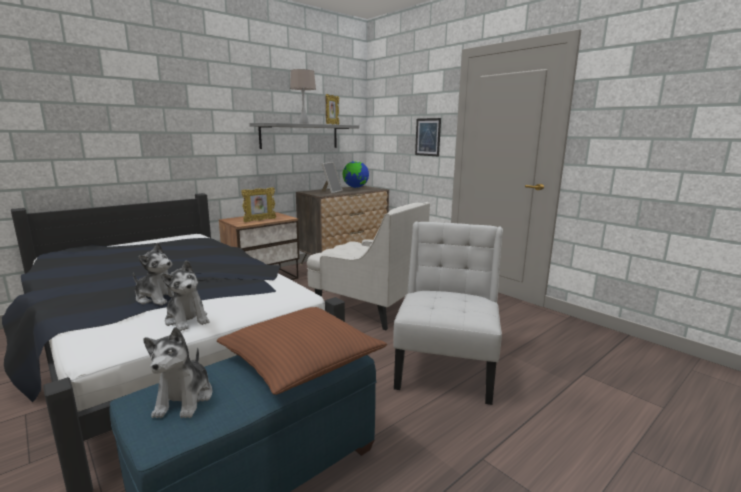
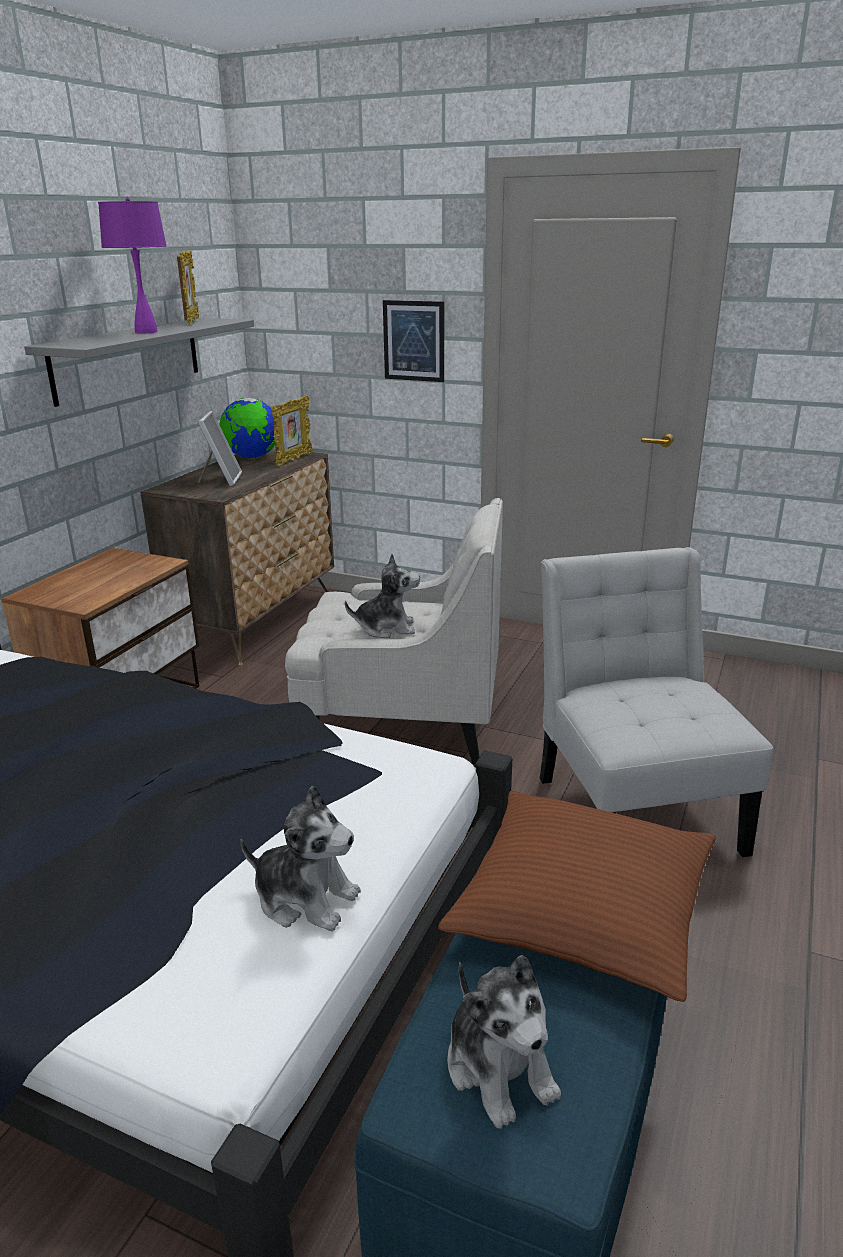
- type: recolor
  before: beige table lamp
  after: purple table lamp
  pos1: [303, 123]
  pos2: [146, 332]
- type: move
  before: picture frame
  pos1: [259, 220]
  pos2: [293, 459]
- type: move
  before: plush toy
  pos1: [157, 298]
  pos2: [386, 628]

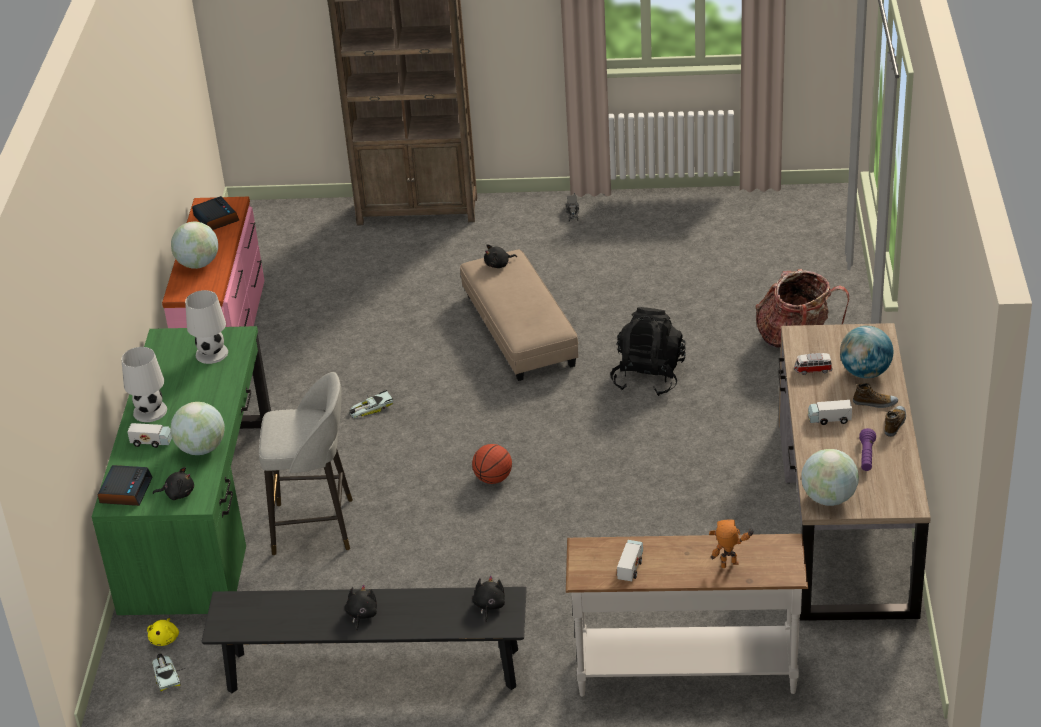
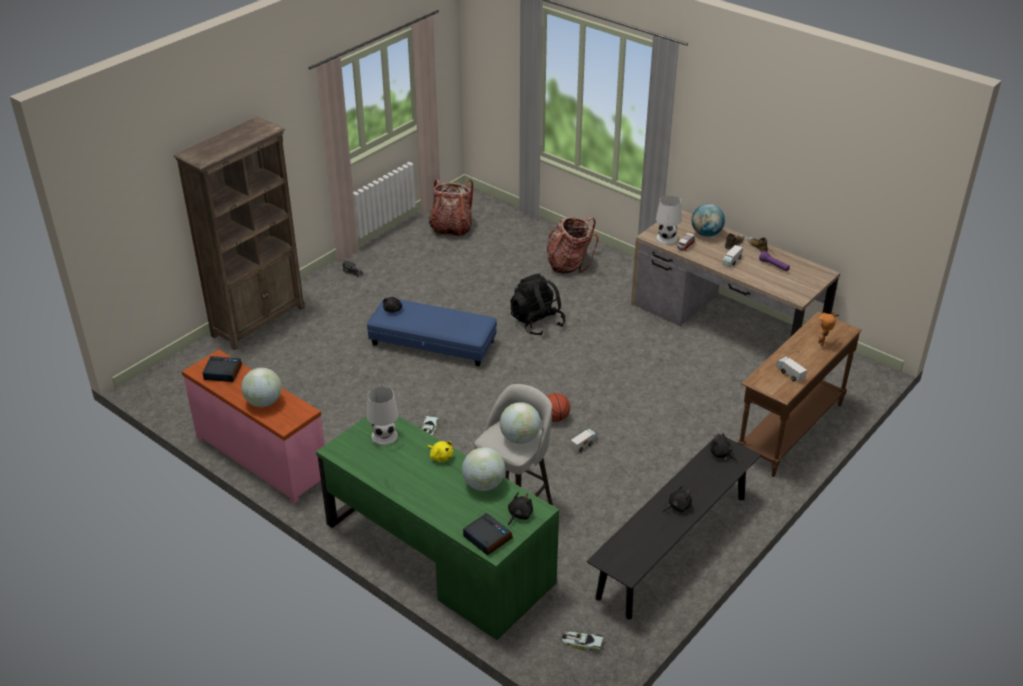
- type: recolor
  before: beige ottoman
  after: blue ottoman
  pos1: [519, 330]
  pos2: [433, 343]
- type: move
  before: yellow plush toy
  pos1: [165, 639]
  pos2: [441, 456]
- type: insert
  after: backpack
  pos2: [451, 228]
- type: move
  before: globe
  pos1: [829, 498]
  pos2: [520, 438]
- type: move
  before: toy truck
  pos1: [152, 442]
  pos2: [583, 444]
- type: move
  before: white table lamp
  pos1: [150, 411]
  pos2: [666, 238]
- type: rotate
  before: black plush toy
  pos1: [361, 615]
  pos2: [678, 507]
  turn: 105
- type: recolor
  before: white console table
  after: brown console table
  pos1: [686, 669]
  pos2: [789, 430]

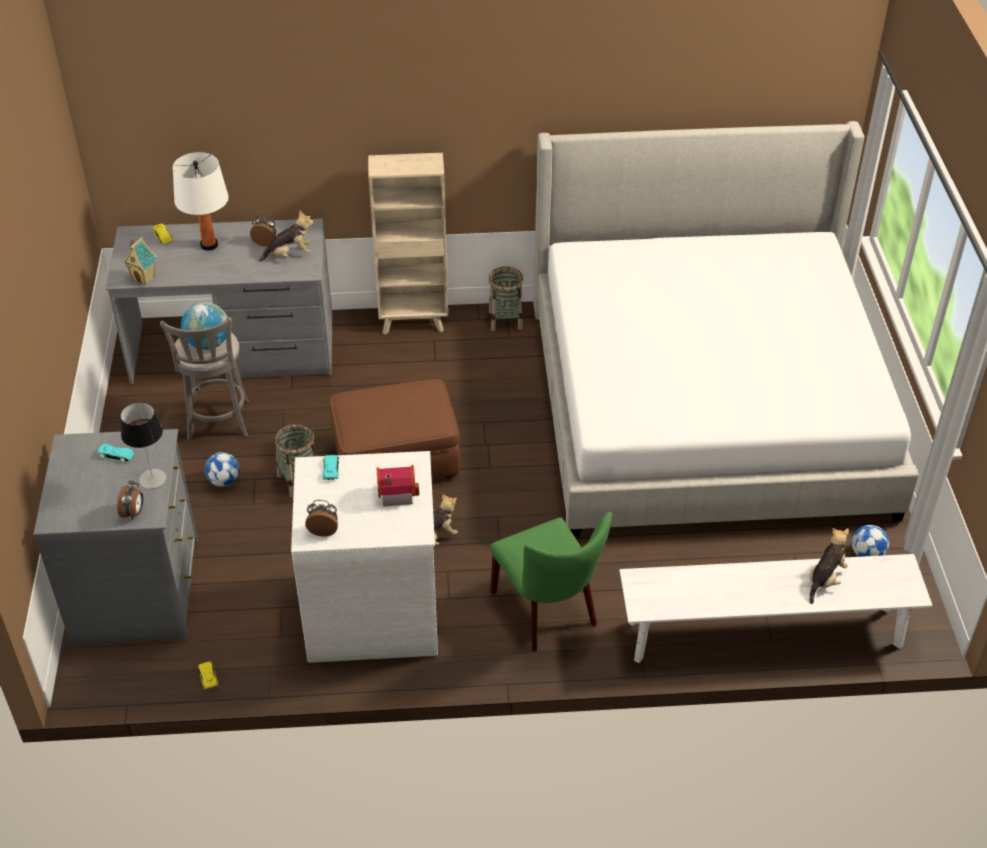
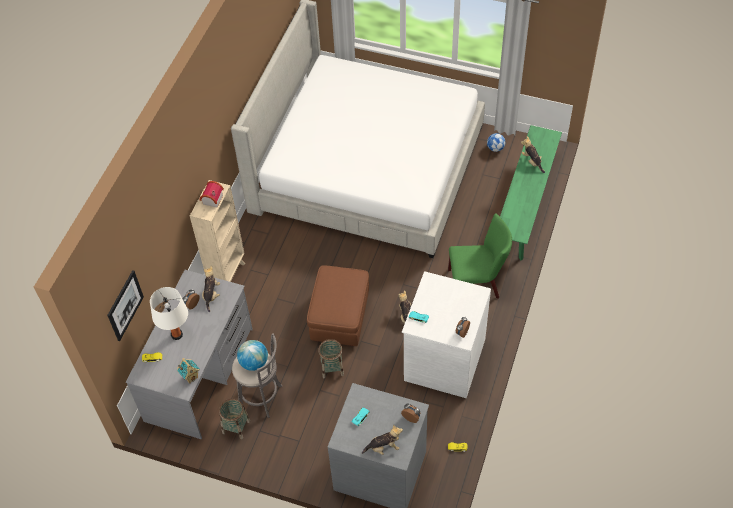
- type: insert
  after: picture
  pos2: [125, 305]
- type: move
  before: toy house
  pos1: [395, 492]
  pos2: [211, 200]
- type: move
  before: basket
  pos1: [505, 320]
  pos2: [236, 427]
- type: insert
  after: plush toy
  pos2: [384, 447]
- type: recolor
  before: white bench
  after: green bench
  pos1: [764, 634]
  pos2: [525, 205]
- type: delete
  before: table lamp
  pos1: [152, 479]
- type: delete
  before: football
  pos1: [224, 481]

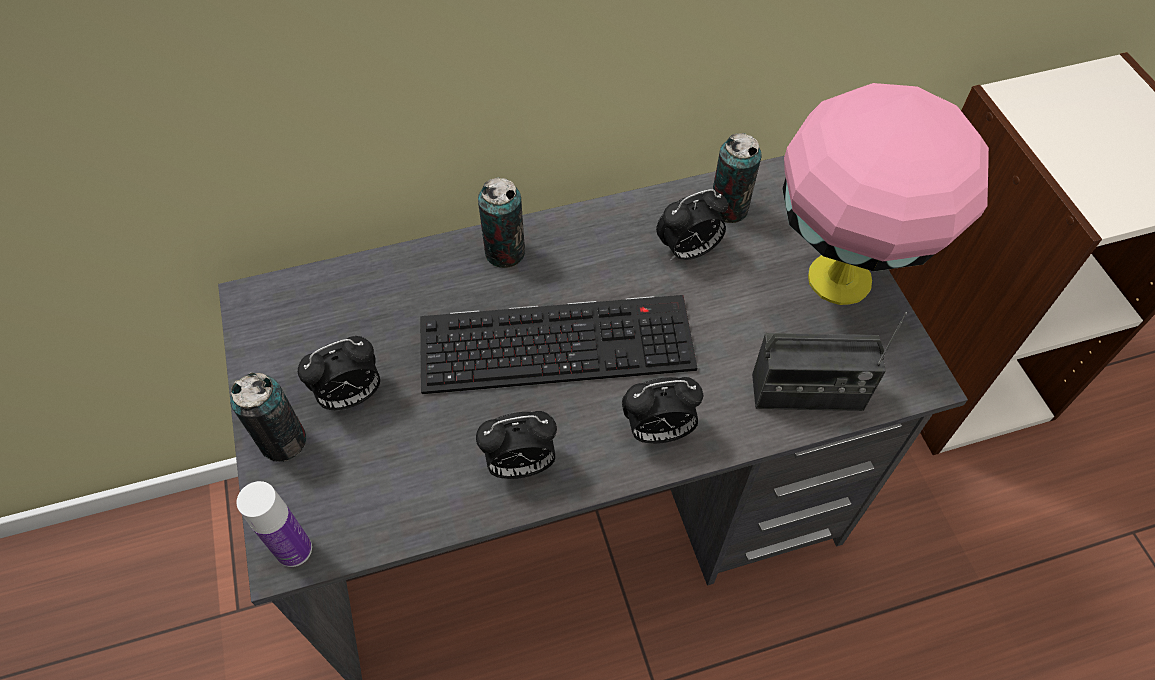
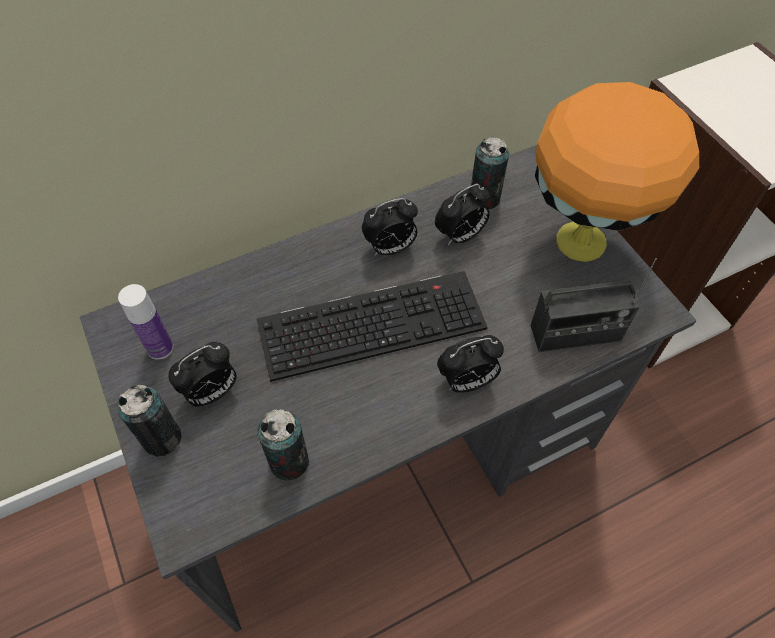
- type: move
  before: bottle
  pos1: [294, 550]
  pos2: [160, 348]
- type: move
  before: can
  pos1: [505, 252]
  pos2: [289, 462]
- type: move
  before: alarm clock
  pos1: [520, 465]
  pos2: [390, 248]
- type: recolor
  before: pink table lamp
  after: orange table lamp
  pos1: [840, 282]
  pos2: [582, 244]

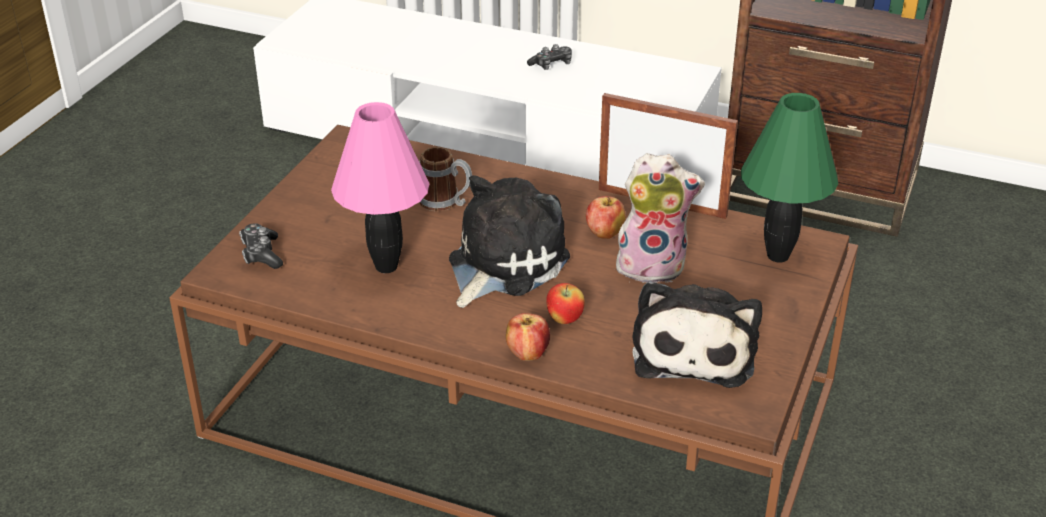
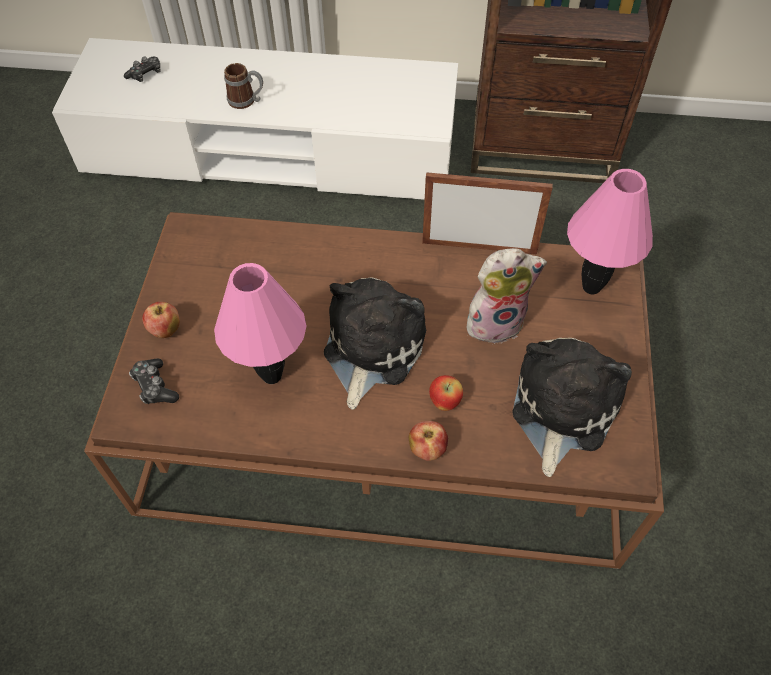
- type: move
  before: game controller
  pos1: [552, 64]
  pos2: [145, 74]
- type: move
  before: apple
  pos1: [604, 234]
  pos2: [165, 330]
- type: move
  before: mug
  pos1: [446, 203]
  pos2: [247, 101]
- type: rotate
  before: plush toy
  pos1: [694, 349]
  pos2: [561, 410]
  turn: -150
- type: recolor
  before: green table lamp
  after: pink table lamp
  pos1: [779, 256]
  pos2: [592, 287]

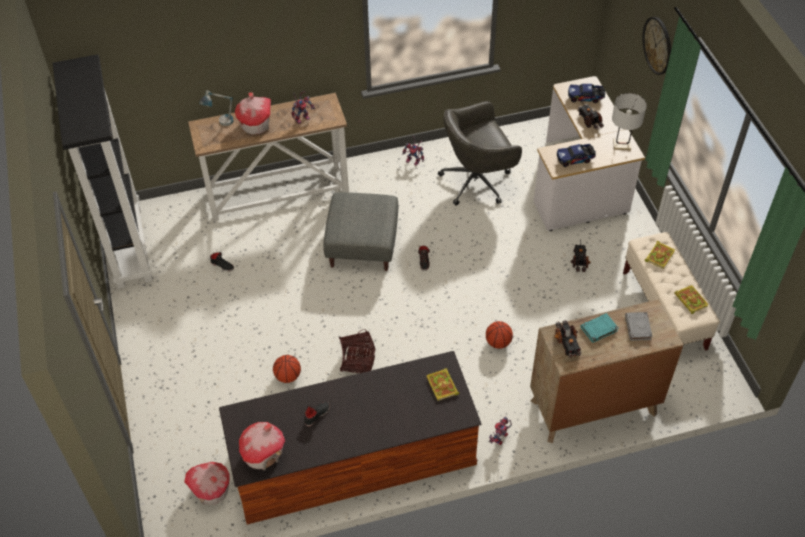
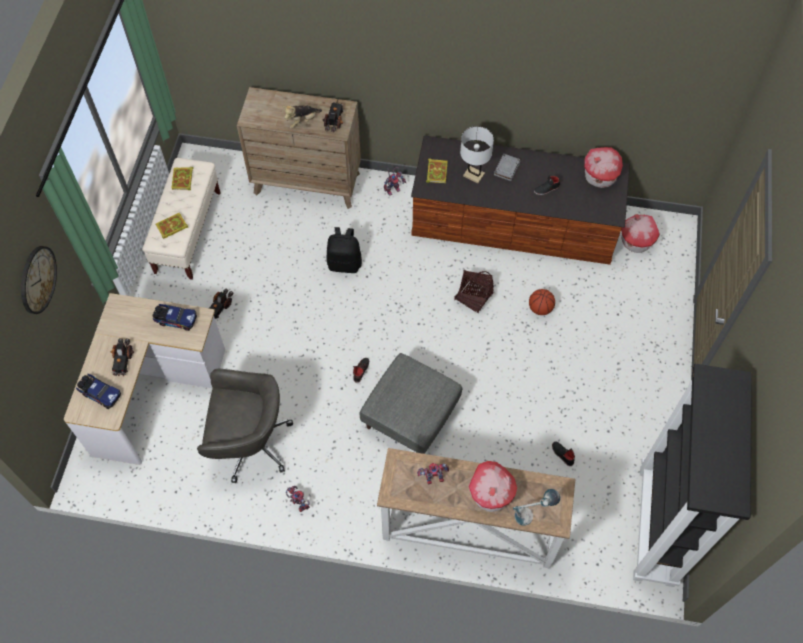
- type: replace
  before: turquoise book
  after: plush toy
  pos1: [598, 329]
  pos2: [302, 121]
- type: replace
  before: basketball
  after: black backpack
  pos1: [498, 342]
  pos2: [345, 263]
- type: move
  before: white table lamp
  pos1: [622, 145]
  pos2: [473, 175]
- type: move
  before: grey book
  pos1: [638, 328]
  pos2: [507, 168]

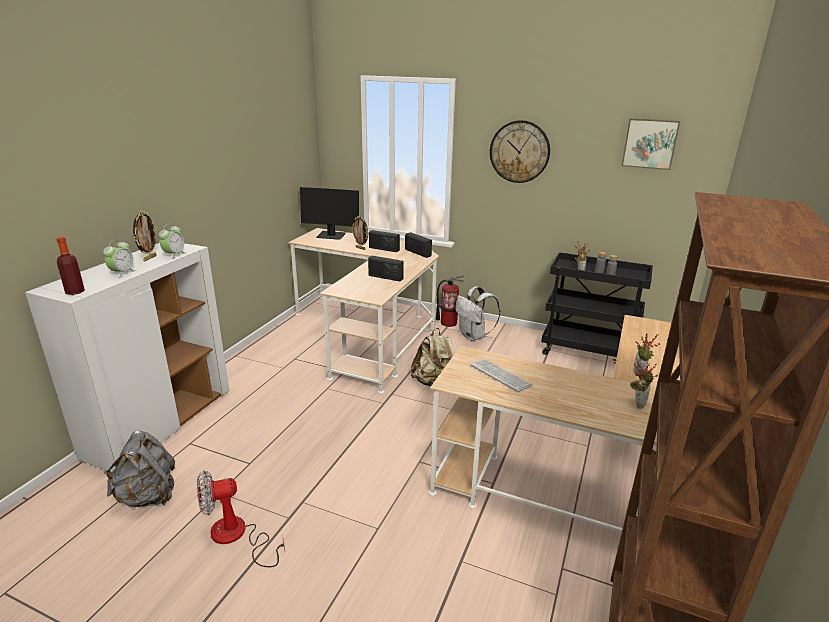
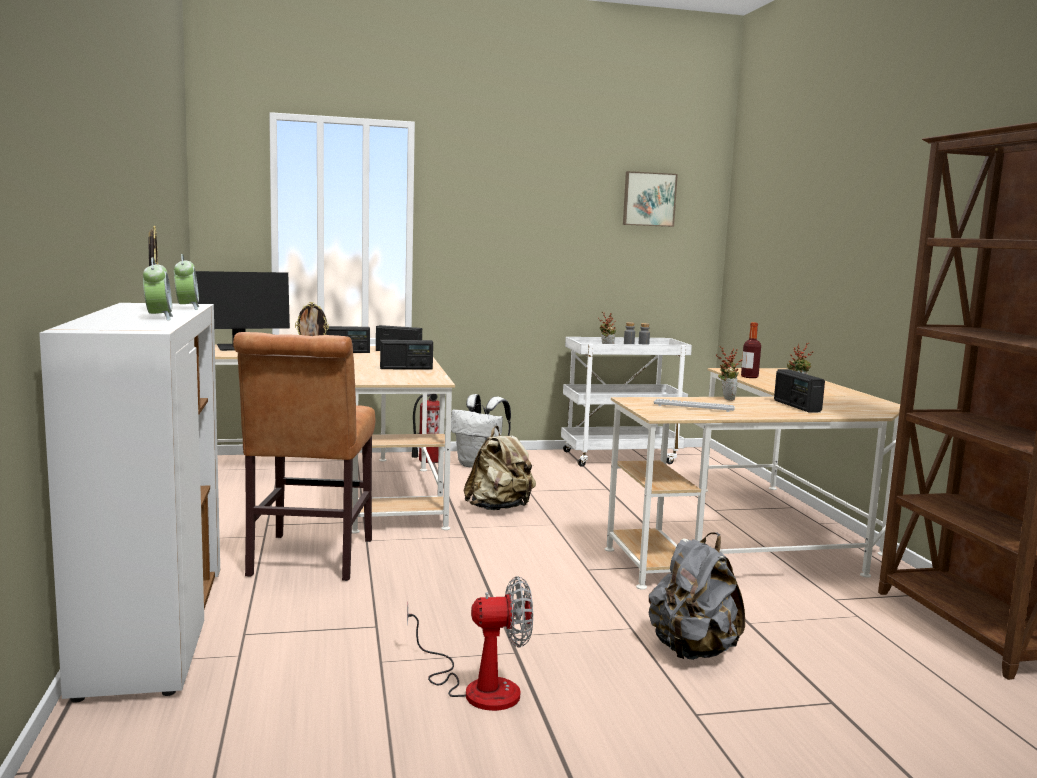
- type: insert
  after: brown chair
  pos2: [308, 560]
- type: rotate
  before: fan
  pos1: [237, 536]
  pos2: [477, 687]
  turn: -135
- type: recolor
  before: black cart
  after: white cart
  pos1: [588, 352]
  pos2: [620, 457]
- type: move
  before: grey backpack
  pos1: [148, 496]
  pos2: [692, 651]
- type: move
  before: potted plant
  pos1: [638, 403]
  pos2: [726, 398]
- type: move
  before: bottle
  pos1: [75, 292]
  pos2: [749, 377]
- type: insert
  after: radio
  pos2: [796, 406]
- type: delete
  before: wall clock
  pos1: [519, 151]

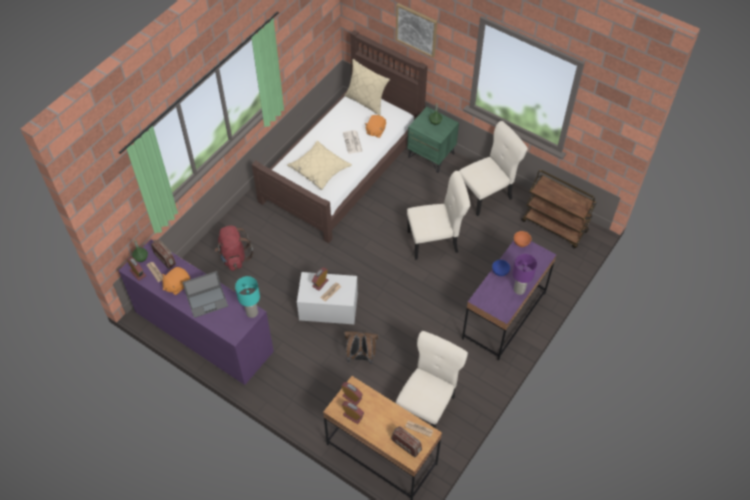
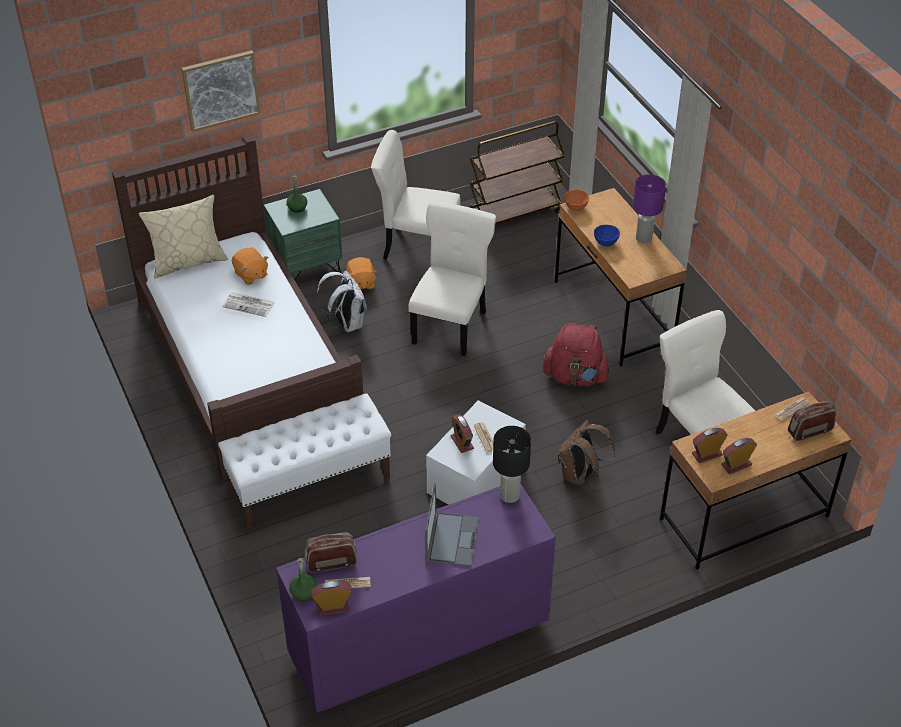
- type: insert
  after: white bench
  pos2: [310, 483]
- type: insert
  after: white backpack
  pos2: [346, 323]
- type: move
  before: orange plush toy
  pos1: [177, 285]
  pos2: [361, 283]
- type: rotate
  before: beige chair
  pos1: [487, 195]
  pos2: [417, 247]
  turn: -75
- type: recolor
  before: turquoise table lamp
  after: black table lamp
  pos1: [251, 313]
  pos2: [510, 496]
- type: move
  before: red backpack
  pos1: [234, 257]
  pos2: [575, 377]
- type: recolor
  before: purple desk
  after: brown desk
  pos1: [504, 316]
  pos2: [613, 314]
- type: delete
  before: beige pillow
  pos1: [319, 169]

